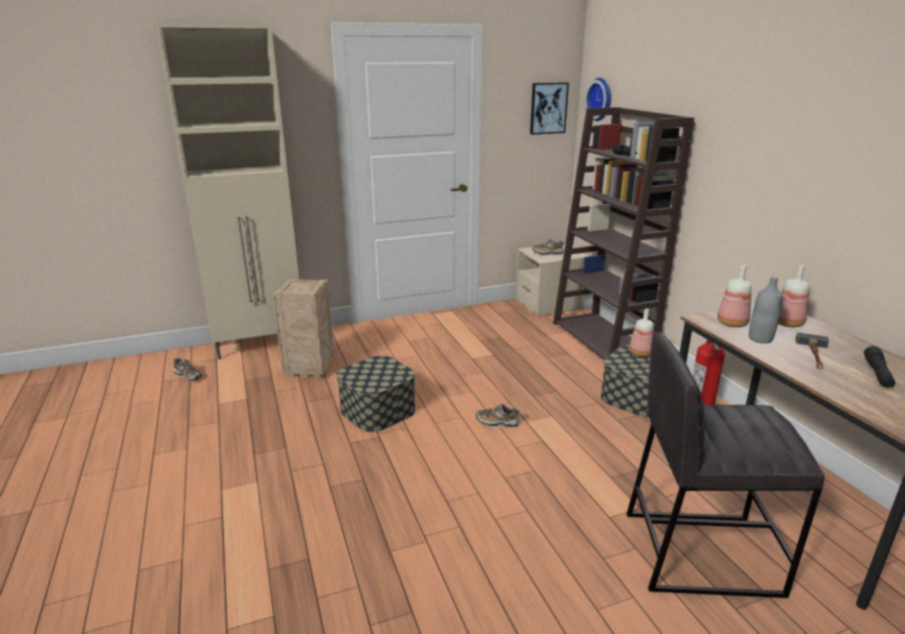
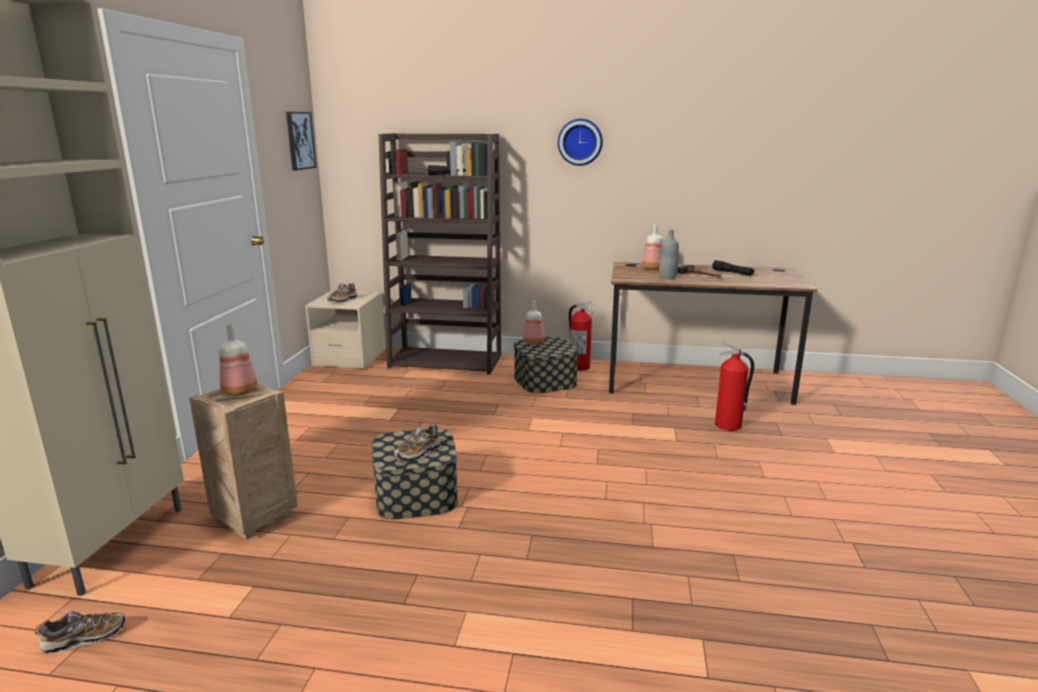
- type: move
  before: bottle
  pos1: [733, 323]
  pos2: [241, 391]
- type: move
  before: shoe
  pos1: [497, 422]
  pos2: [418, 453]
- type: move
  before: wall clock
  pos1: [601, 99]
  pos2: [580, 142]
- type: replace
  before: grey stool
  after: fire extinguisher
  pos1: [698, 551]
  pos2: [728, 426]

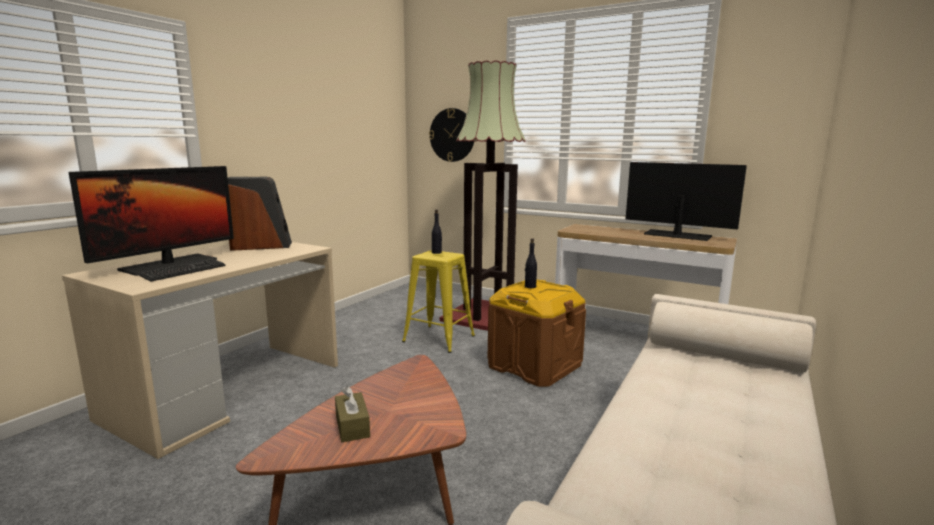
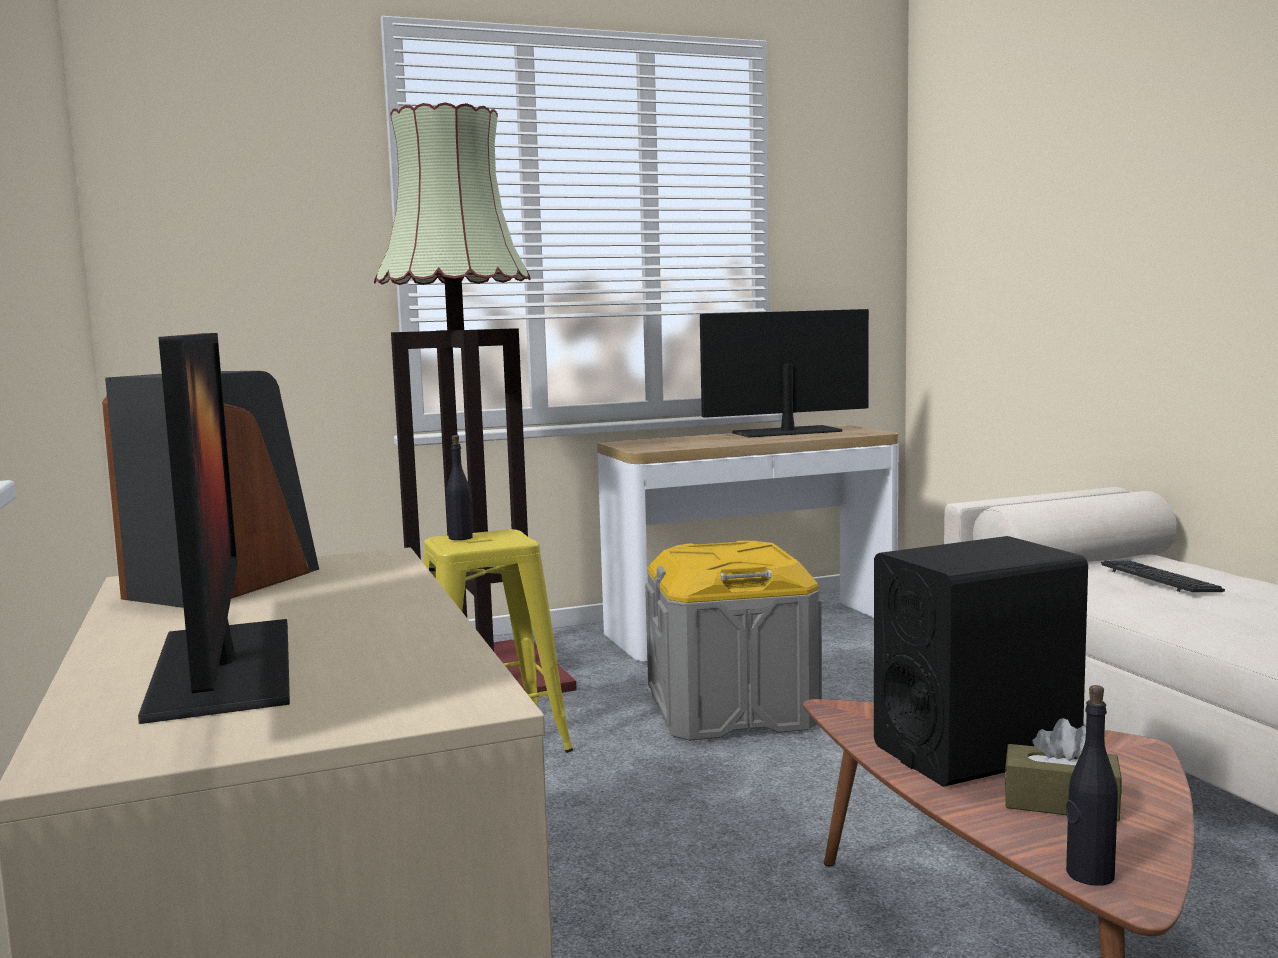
- type: recolor
  before: brown storage box
  after: grey storage box
  pos1: [534, 366]
  pos2: [731, 711]
- type: insert
  after: black speaker
  pos2: [976, 751]
- type: move
  before: black bottle
  pos1: [530, 286]
  pos2: [1089, 874]
- type: move
  before: keyboard
  pos1: [184, 271]
  pos2: [1159, 579]
- type: delete
  before: wall clock
  pos1: [452, 135]

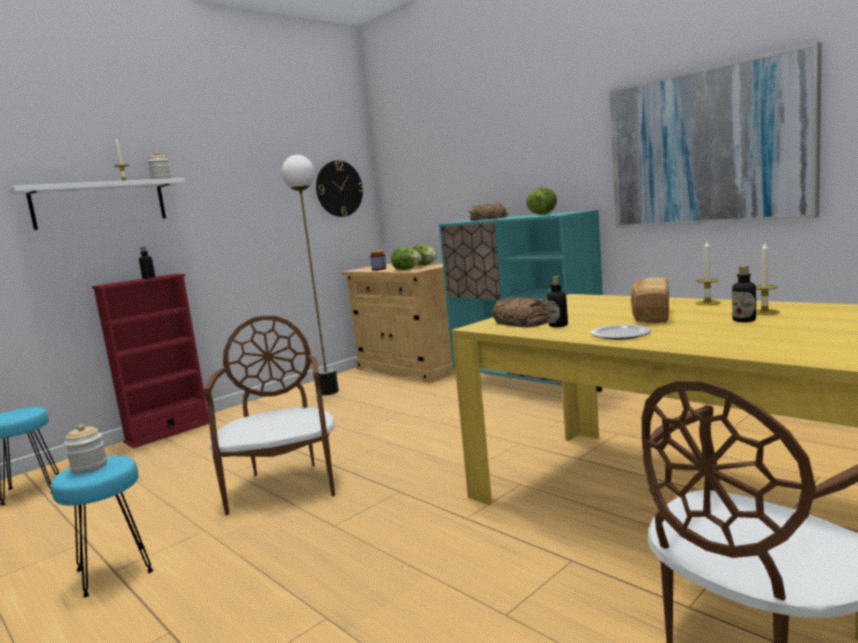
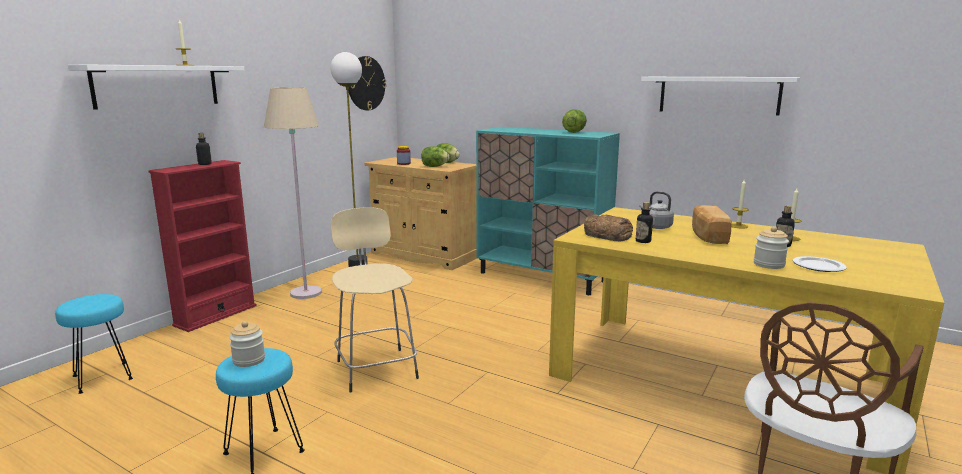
- type: insert
  after: beige floor lamp
  pos2: [306, 293]
- type: replace
  before: brown chair
  after: beige stool
  pos1: [283, 485]
  pos2: [376, 368]
- type: insert
  after: grey kettle
  pos2: [655, 227]
- type: replace
  before: picture
  after: white shelf
  pos1: [707, 147]
  pos2: [718, 95]
- type: move
  before: jar
  pos1: [161, 179]
  pos2: [768, 264]
- type: move
  before: plate
  pos1: [621, 335]
  pos2: [819, 266]
- type: delete
  before: bread
  pos1: [488, 218]

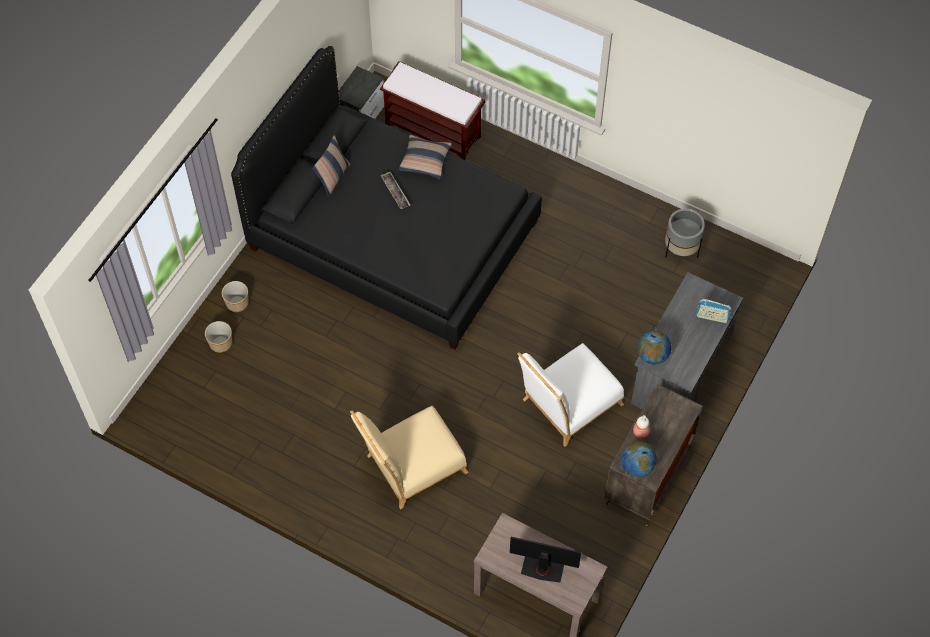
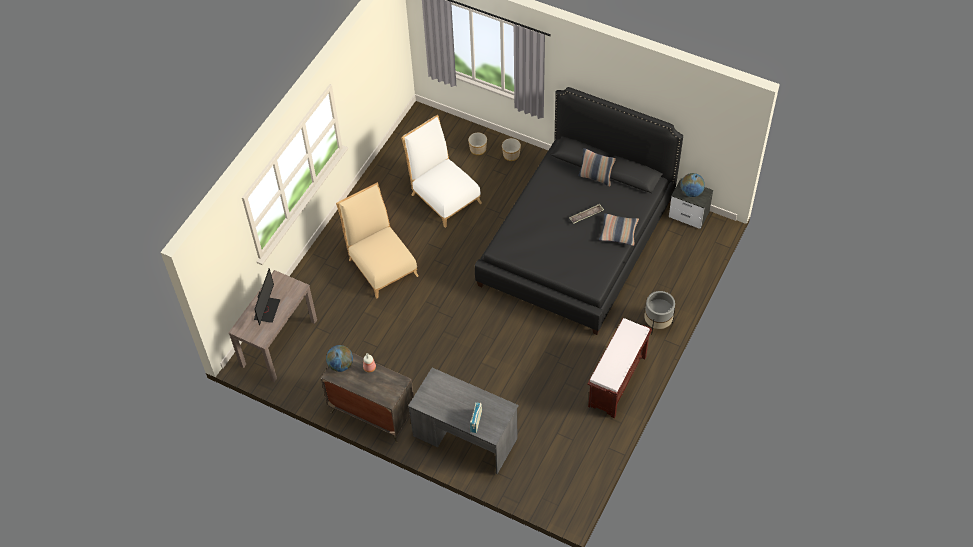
- type: move
  before: white chair
  pos1: [567, 405]
  pos2: [443, 196]
- type: move
  before: brown bench
  pos1: [434, 130]
  pos2: [617, 382]
- type: move
  before: grey planter
  pos1: [681, 249]
  pos2: [657, 323]
- type: move
  before: globe
  pos1: [652, 355]
  pos2: [691, 192]

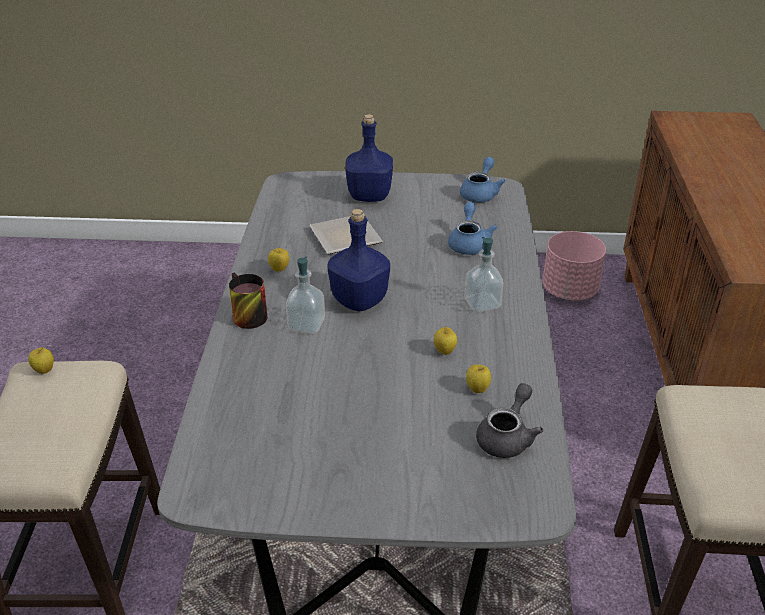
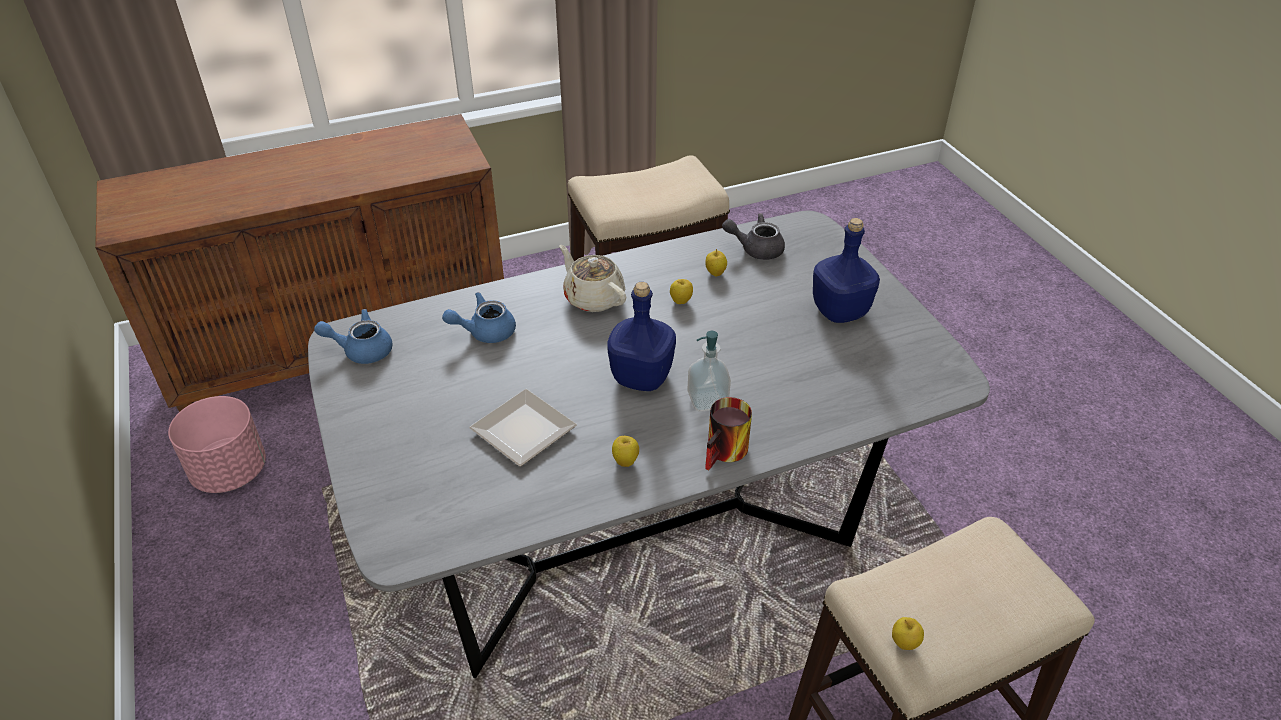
- type: replace
  before: soap dispenser
  after: beige teapot
  pos1: [482, 304]
  pos2: [593, 297]
- type: move
  before: blue bottle
  pos1: [368, 196]
  pos2: [840, 312]

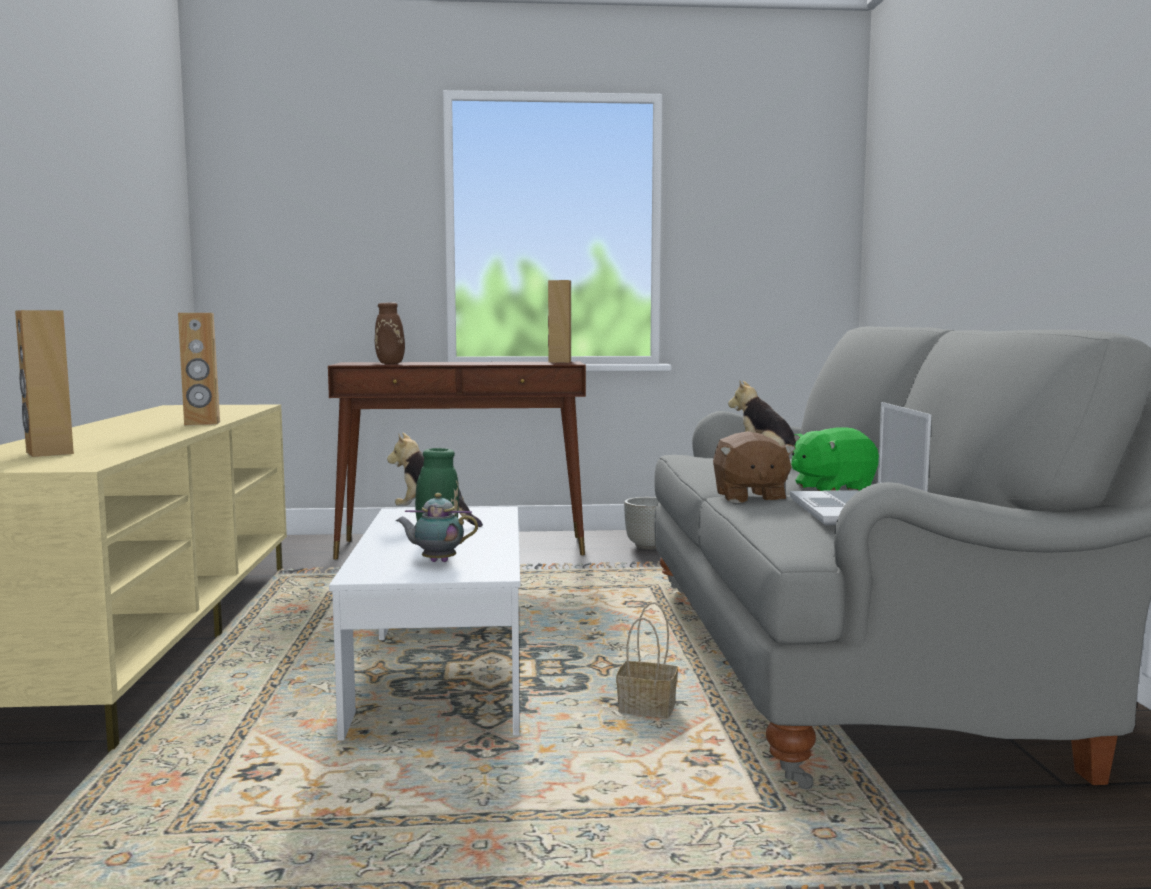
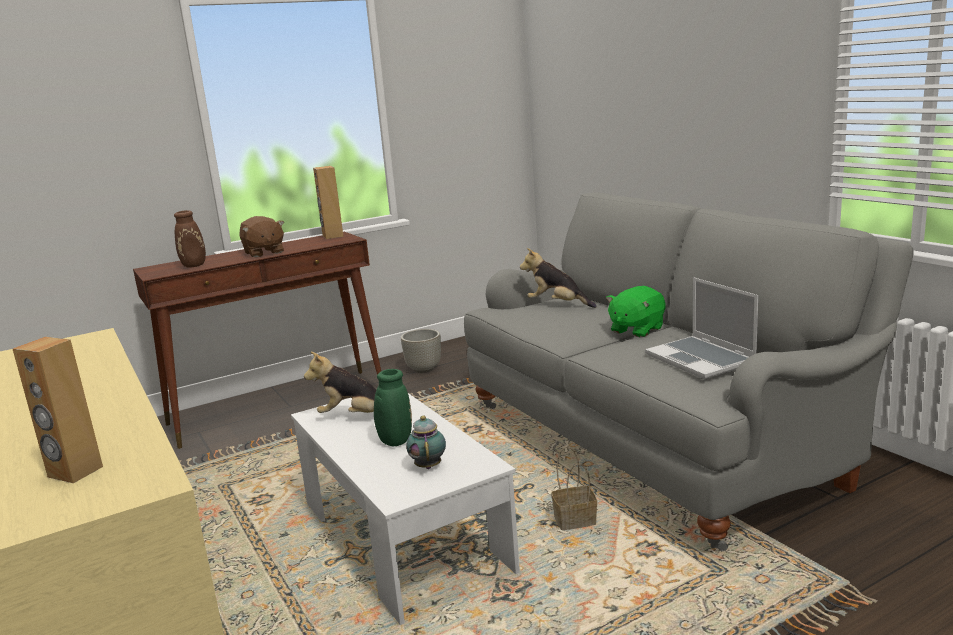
- type: move
  before: brown plush toy
  pos1: [749, 497]
  pos2: [263, 253]
- type: rotate
  before: teapot
  pos1: [436, 561]
  pos2: [428, 465]
  turn: 105
- type: delete
  before: brown speaker
  pos1: [202, 423]

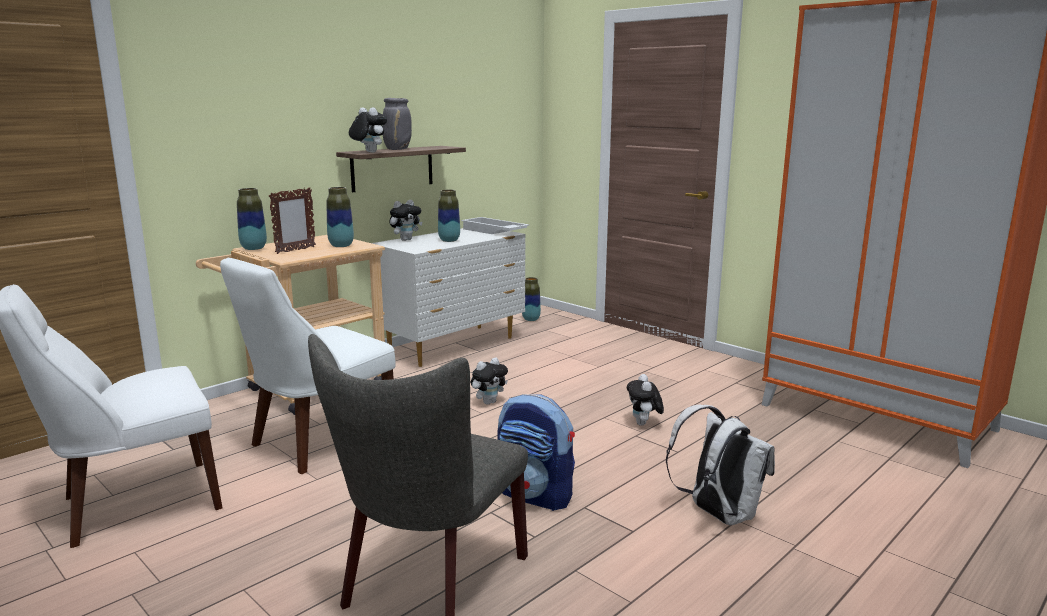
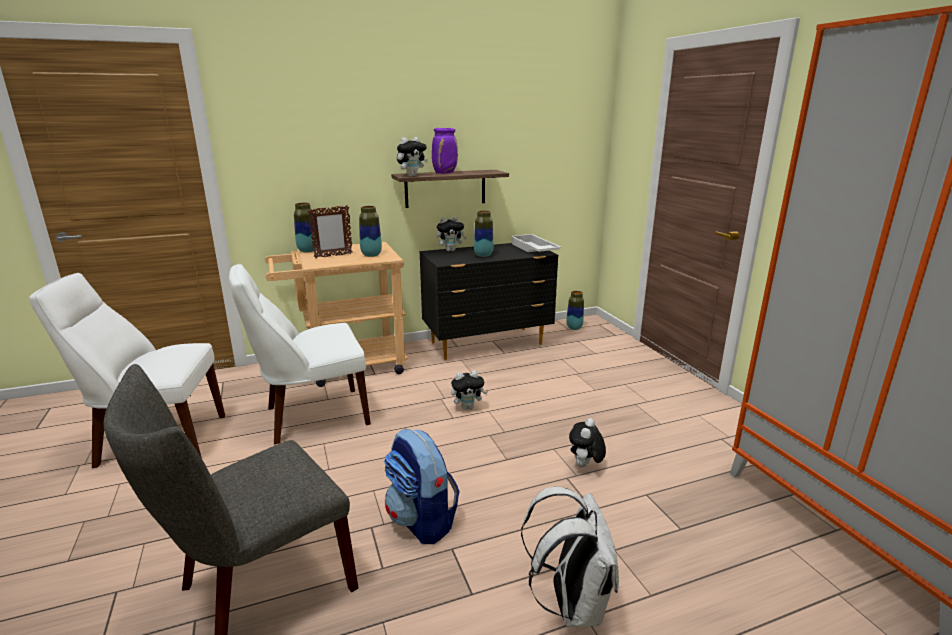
- type: rotate
  before: plush toy
  pos1: [368, 152]
  pos2: [412, 175]
  turn: 75
- type: recolor
  before: white dresser
  after: black dresser
  pos1: [454, 346]
  pos2: [488, 344]
- type: recolor
  before: grey vase
  after: purple vase
  pos1: [397, 149]
  pos2: [445, 173]

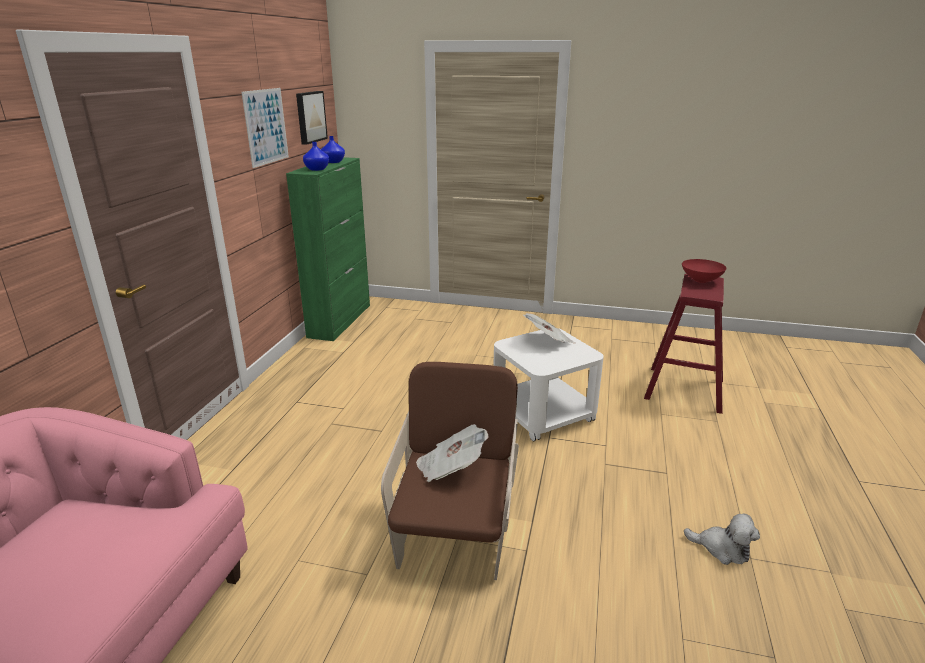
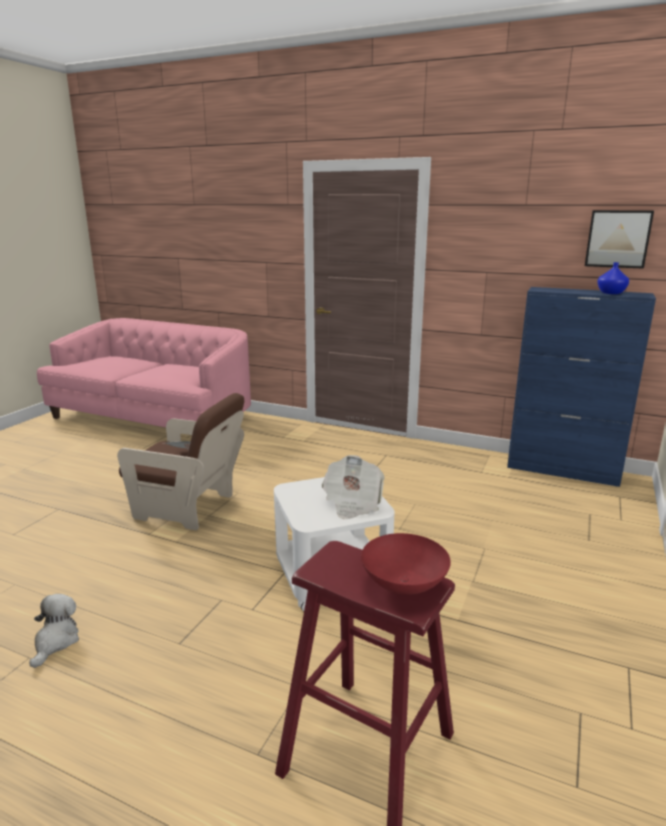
- type: rotate
  before: plush toy
  pos1: [722, 548]
  pos2: [56, 641]
  turn: 150
- type: recolor
  before: green cabinet
  after: blue cabinet
  pos1: [340, 320]
  pos2: [563, 470]
- type: delete
  before: picture
  pos1: [266, 126]
- type: delete
  before: blue vase
  pos1: [316, 169]

